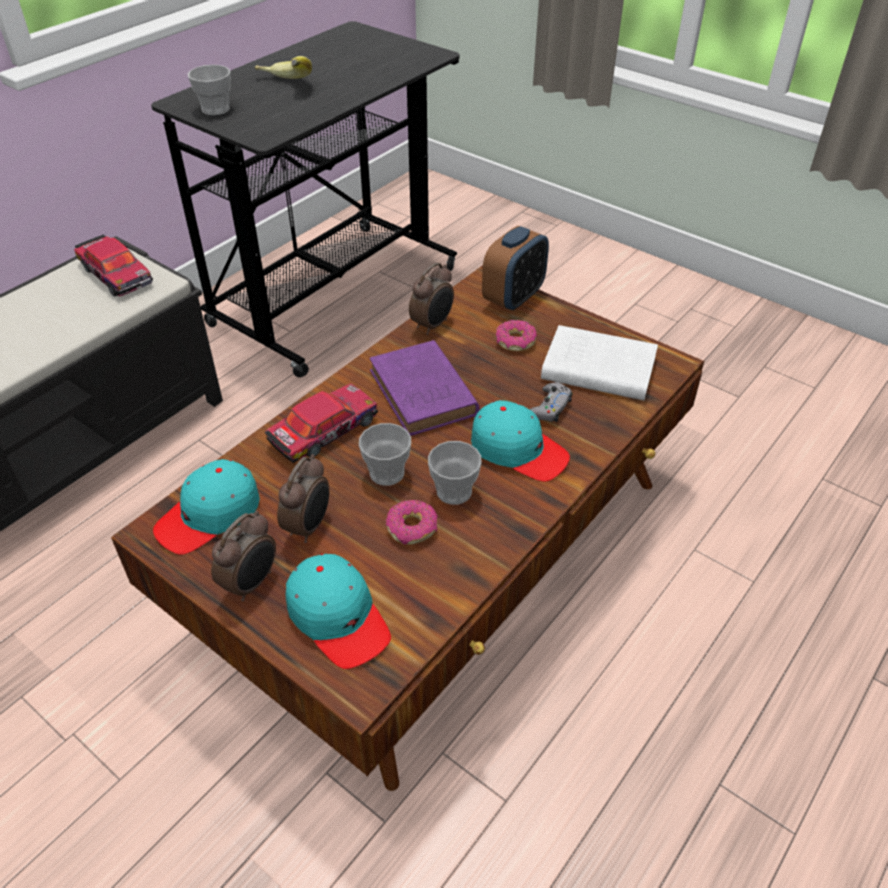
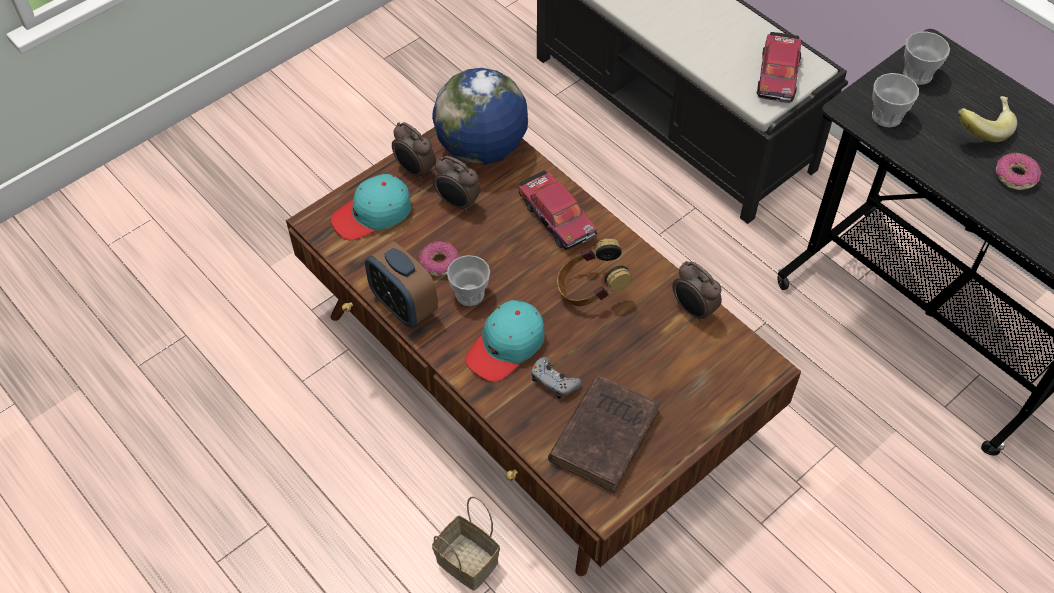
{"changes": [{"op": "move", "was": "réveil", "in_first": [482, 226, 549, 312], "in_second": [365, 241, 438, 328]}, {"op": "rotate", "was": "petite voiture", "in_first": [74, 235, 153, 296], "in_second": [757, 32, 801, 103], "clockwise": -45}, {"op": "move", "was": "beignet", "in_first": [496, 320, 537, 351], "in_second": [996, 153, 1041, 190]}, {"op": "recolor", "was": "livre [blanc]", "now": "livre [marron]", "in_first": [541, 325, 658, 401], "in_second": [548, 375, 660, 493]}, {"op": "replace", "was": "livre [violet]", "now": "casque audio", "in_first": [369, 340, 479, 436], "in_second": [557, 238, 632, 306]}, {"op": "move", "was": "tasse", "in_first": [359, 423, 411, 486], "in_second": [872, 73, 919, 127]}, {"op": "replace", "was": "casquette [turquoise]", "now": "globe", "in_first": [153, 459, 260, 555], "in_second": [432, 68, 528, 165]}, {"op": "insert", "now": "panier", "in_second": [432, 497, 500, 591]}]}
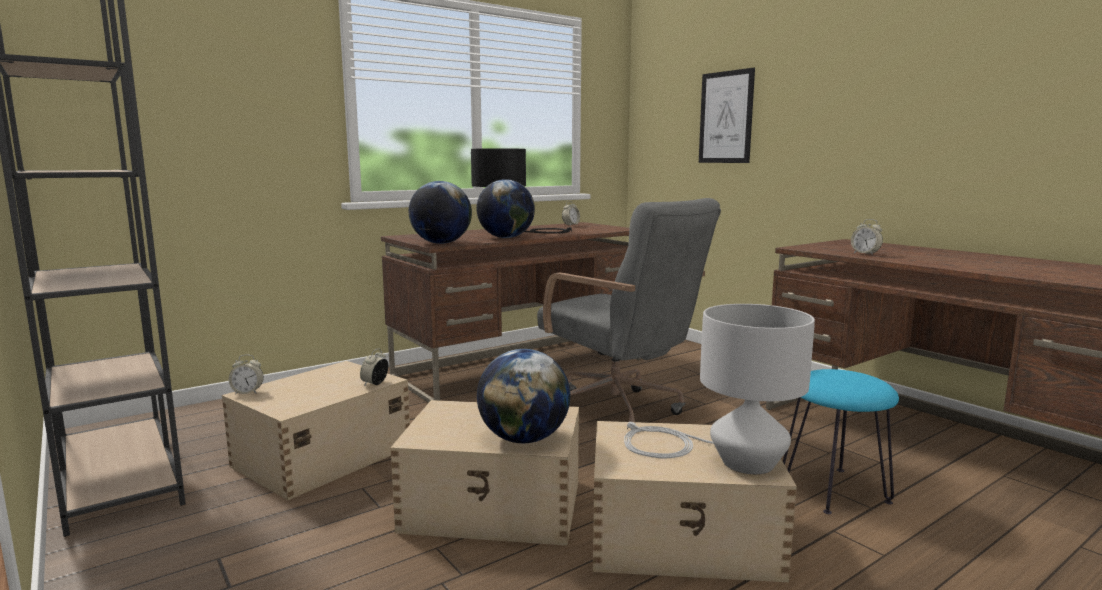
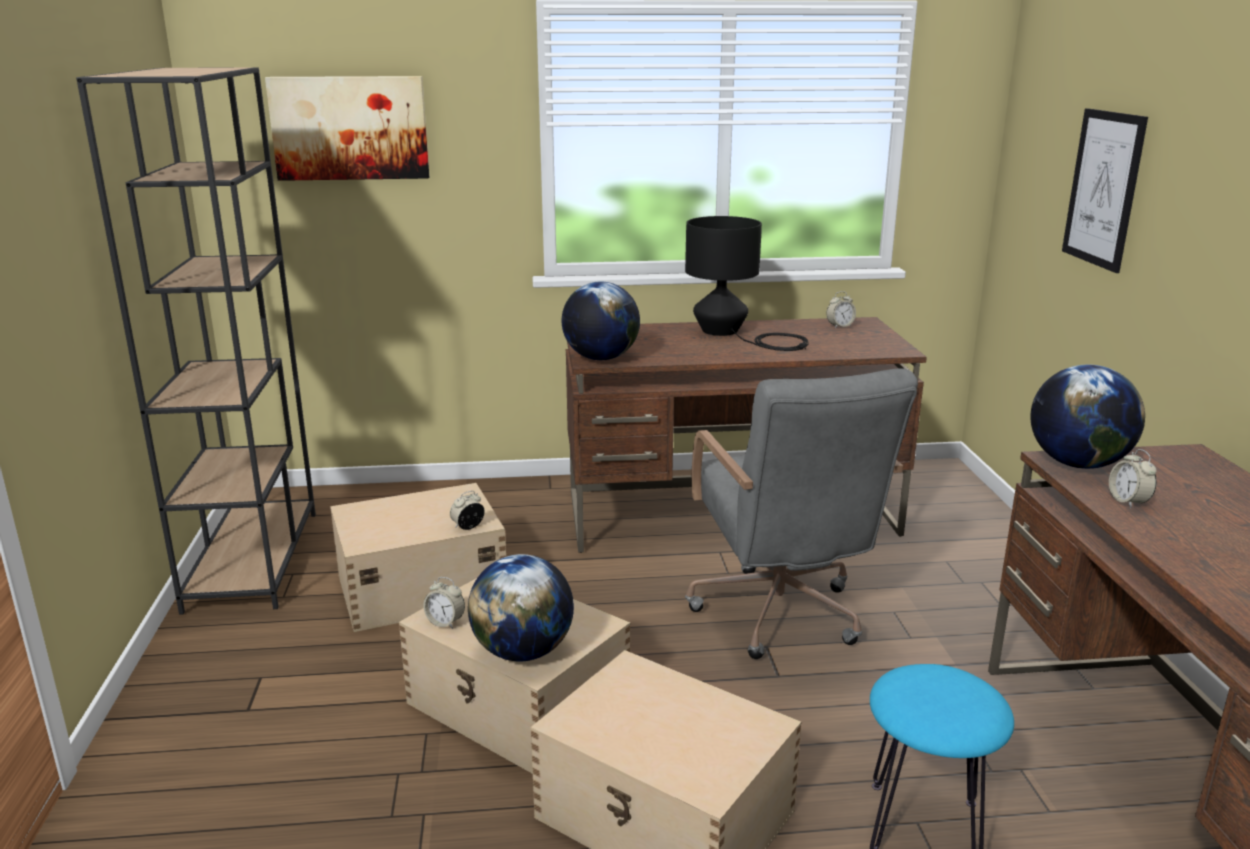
{"changes": [{"op": "move", "was": "globe", "in_first": [477, 179, 535, 238], "in_second": [1031, 364, 1145, 469]}, {"op": "delete", "was": "lampe de table [gris]", "in_first": [624, 304, 815, 474]}, {"op": "move", "was": "réveil", "in_first": [229, 355, 264, 395], "in_second": [423, 577, 465, 629]}, {"op": "insert", "now": "tableau", "in_second": [265, 76, 429, 181]}]}
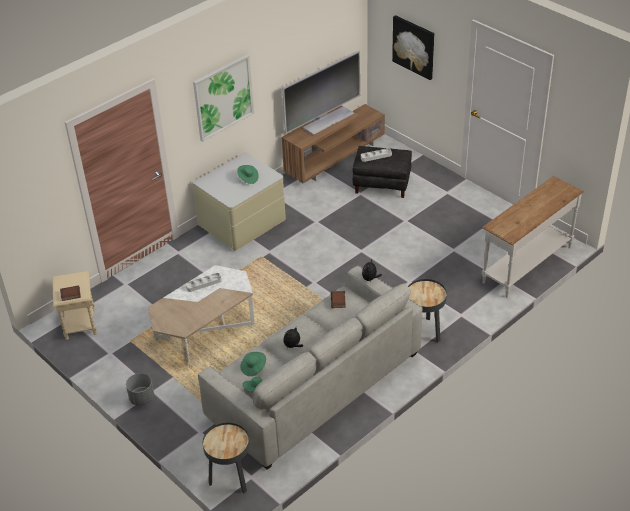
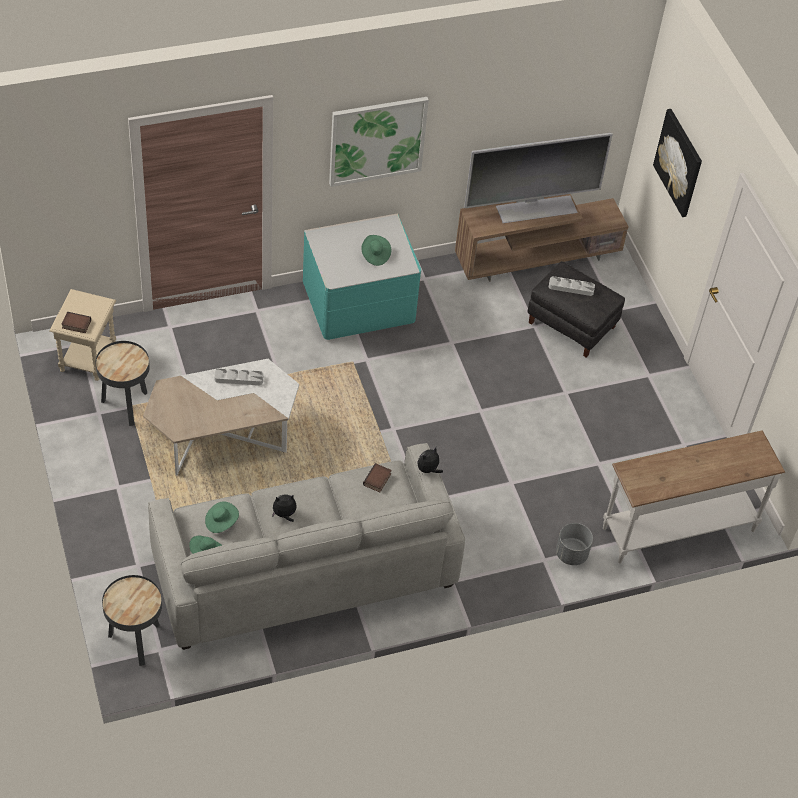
{"changes": [{"op": "recolor", "was": "table de chevet [beige]", "now": "table de chevet [turquoise]", "in_first": [192, 152, 286, 250], "in_second": [303, 213, 421, 340]}, {"op": "move", "was": "table d'appoint [noir]", "in_first": [408, 279, 447, 342], "in_second": [95, 341, 150, 426]}, {"op": "move", "was": "cache-pot [gris]", "in_first": [126, 373, 154, 406], "in_second": [556, 523, 593, 565]}]}
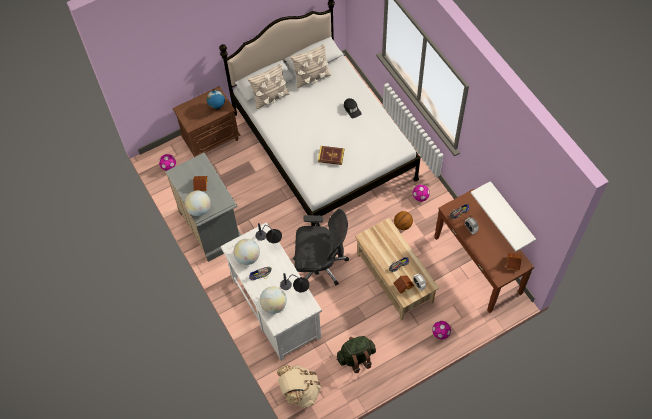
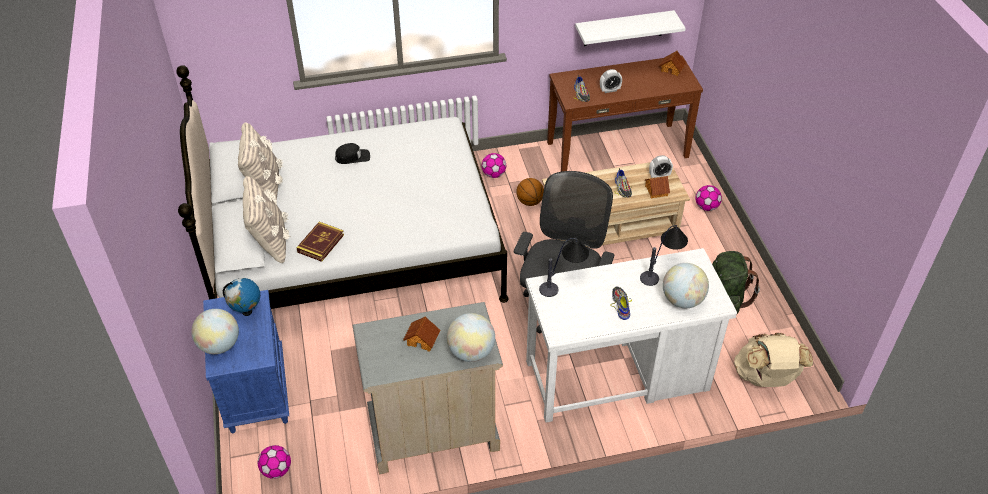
{"changes": [{"op": "recolor", "was": "table de chevet [marron]", "now": "table de chevet [bleu]", "in_first": [173, 86, 240, 157], "in_second": [203, 290, 289, 433]}, {"op": "move", "was": "livre", "in_first": [318, 146, 344, 165], "in_second": [296, 222, 344, 262]}, {"op": "move", "was": "globe", "in_first": [234, 239, 260, 265], "in_second": [191, 309, 239, 354]}]}
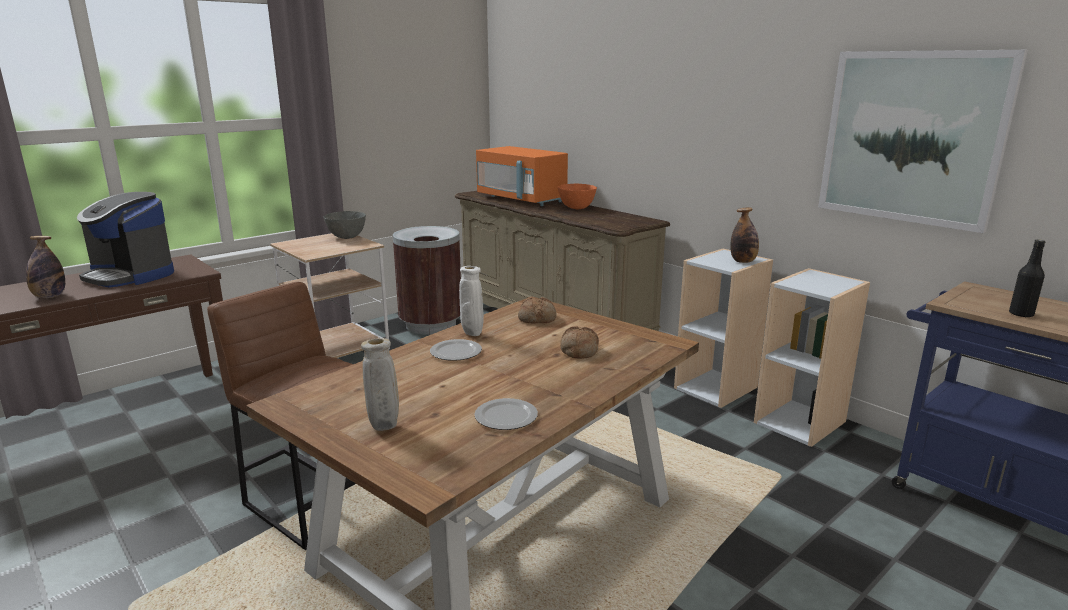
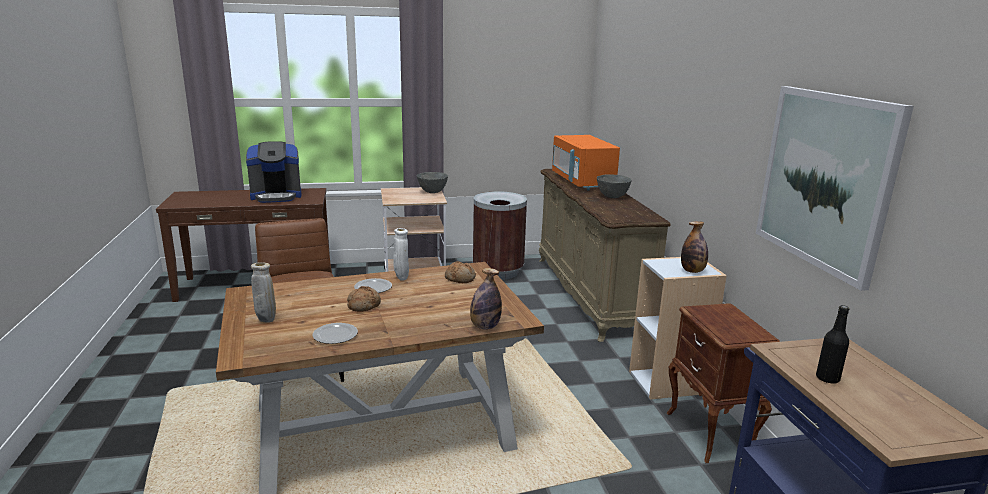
{"changes": [{"op": "recolor", "was": "bol [orange]", "now": "bol [gris]", "in_first": [557, 184, 597, 209], "in_second": [597, 174, 632, 198]}, {"op": "rotate", "was": "machine à café", "in_first": [77, 192, 174, 288], "in_second": [246, 141, 301, 203], "clockwise": -75}, {"op": "move", "was": "bouteille", "in_first": [26, 236, 65, 298], "in_second": [470, 268, 502, 330]}, {"op": "replace", "was": "bibliothèque", "now": "table de chevet [marron]", "in_first": [754, 268, 870, 447], "in_second": [667, 303, 780, 463]}, {"op": "move", "was": "pain", "in_first": [560, 326, 599, 359], "in_second": [347, 286, 381, 312]}]}
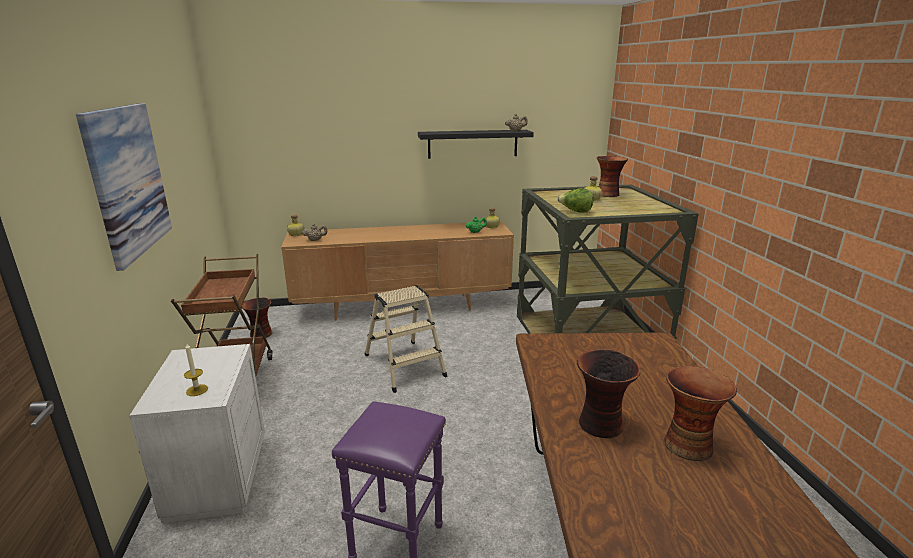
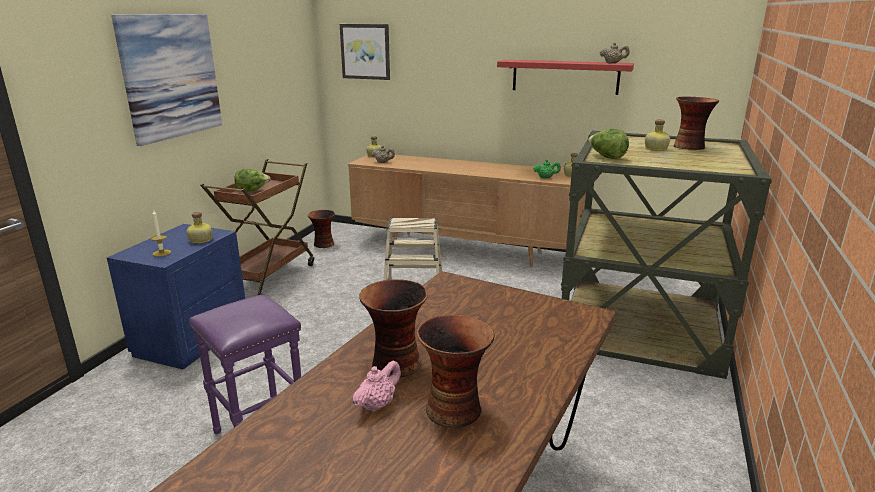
{"changes": [{"op": "recolor", "was": "étagère [noir]", "now": "étagère [rouge]", "in_first": [418, 130, 534, 159], "in_second": [497, 60, 634, 95]}, {"op": "recolor", "was": "table de chevet [blanc]", "now": "table de chevet [bleu]", "in_first": [129, 344, 265, 523], "in_second": [107, 224, 245, 370]}, {"op": "insert", "now": "tableau", "in_second": [340, 24, 390, 80]}, {"op": "insert", "now": "laitue", "in_second": [235, 169, 271, 192]}, {"op": "insert", "now": "bouteille", "in_second": [186, 212, 212, 244]}, {"op": "insert", "now": "théière [rose]", "in_second": [353, 361, 401, 412]}]}
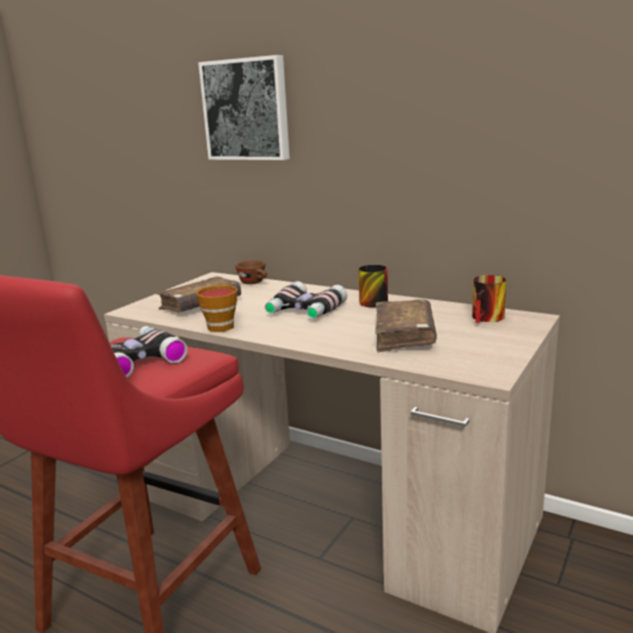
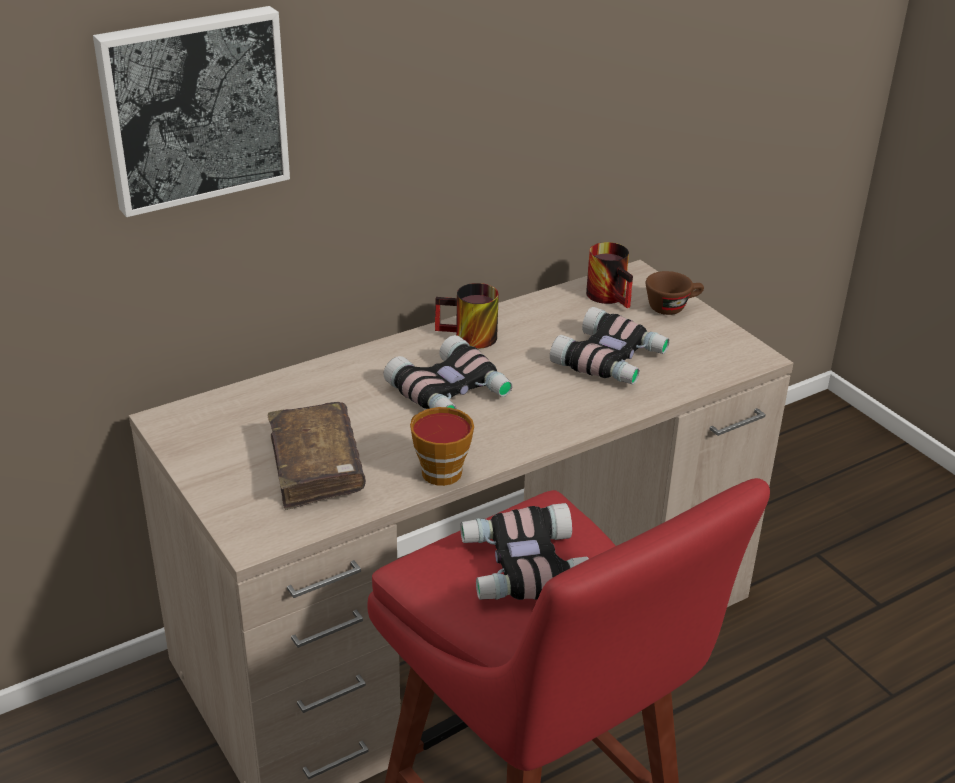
{"changes": [{"op": "move", "was": "tasse [marron]", "in_first": [235, 260, 267, 284], "in_second": [646, 271, 704, 315]}, {"op": "replace", "was": "livre [marron]", "now": "jumelles", "in_first": [375, 299, 437, 352], "in_second": [550, 307, 669, 384]}]}
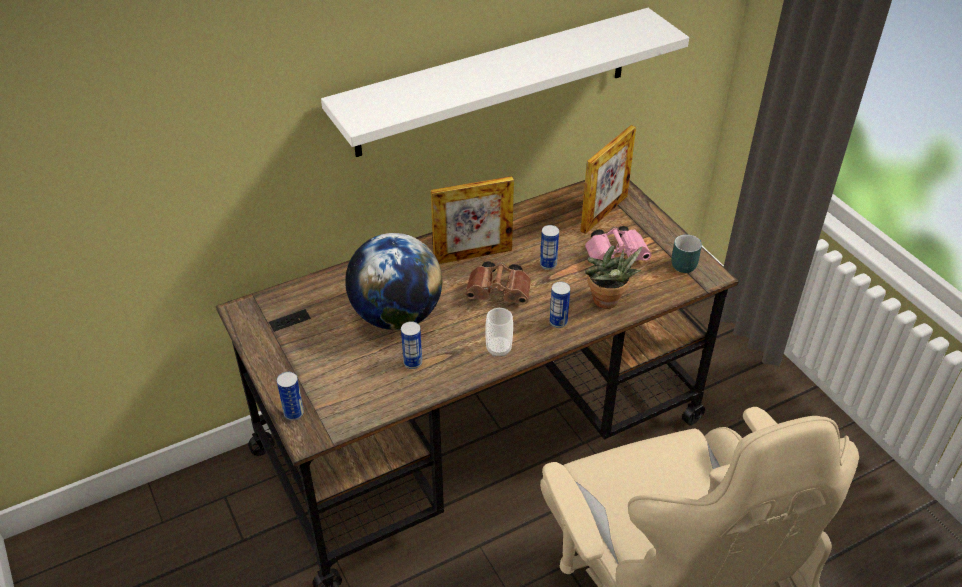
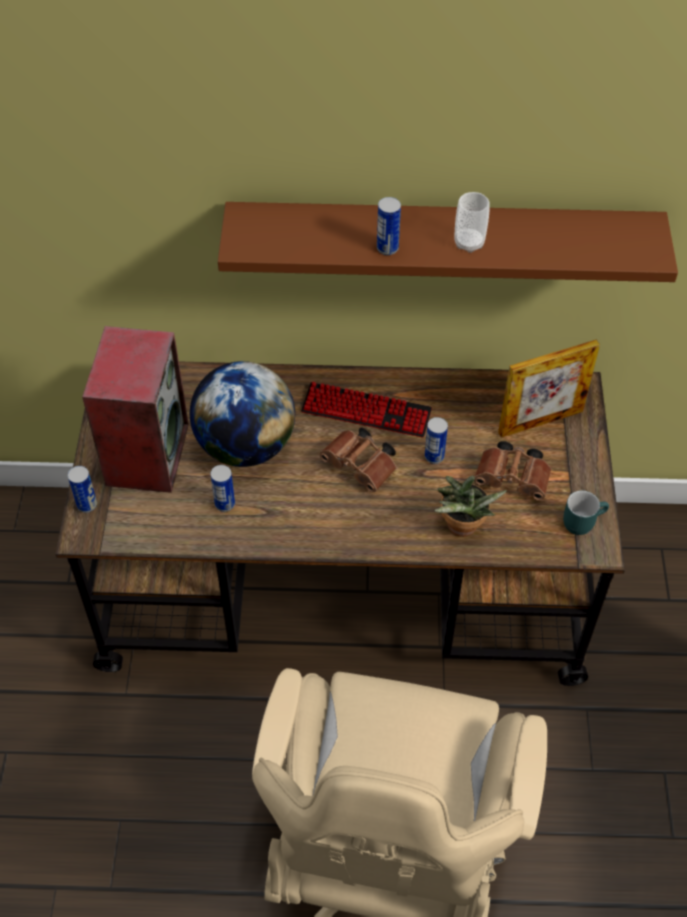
{"changes": [{"op": "recolor", "was": "étagère [blanc]", "now": "étagère [marron]", "in_first": [321, 8, 689, 157], "in_second": [218, 202, 678, 282]}, {"op": "replace", "was": "cadre photo", "now": "clavier", "in_first": [431, 176, 514, 264], "in_second": [301, 382, 432, 437]}, {"op": "recolor", "was": "jumelles [rose]", "now": "jumelles [marron]", "in_first": [585, 226, 652, 265], "in_second": [474, 441, 551, 500]}, {"op": "move", "was": "boîte métallique", "in_first": [549, 282, 570, 328], "in_second": [377, 197, 401, 255]}, {"op": "move", "was": "tasse", "in_first": [485, 308, 513, 357], "in_second": [455, 192, 490, 253]}, {"op": "insert", "now": "enceinte", "in_second": [82, 326, 189, 493]}]}
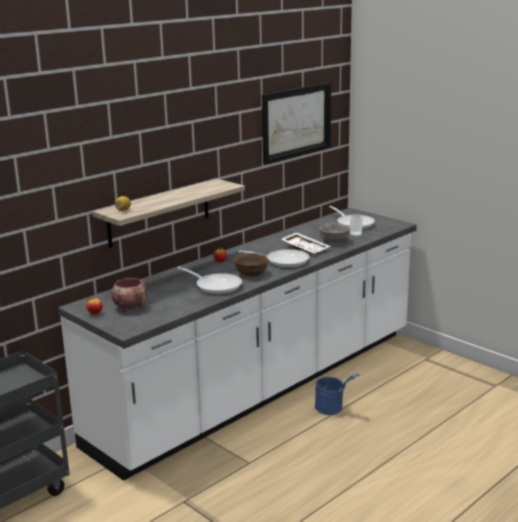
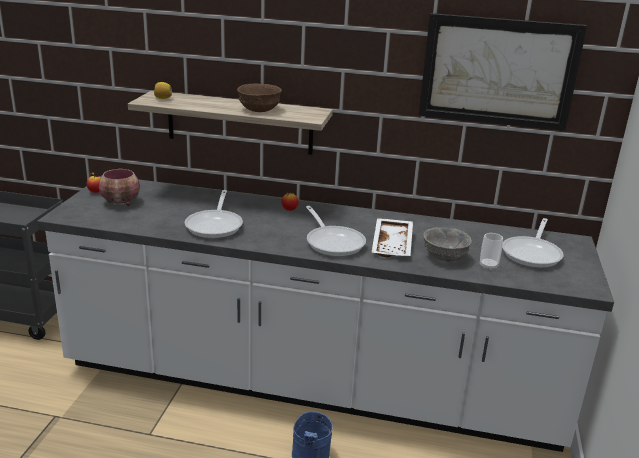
{"changes": [{"op": "move", "was": "bol [marron]", "in_first": [233, 253, 268, 277], "in_second": [237, 84, 282, 112]}]}
